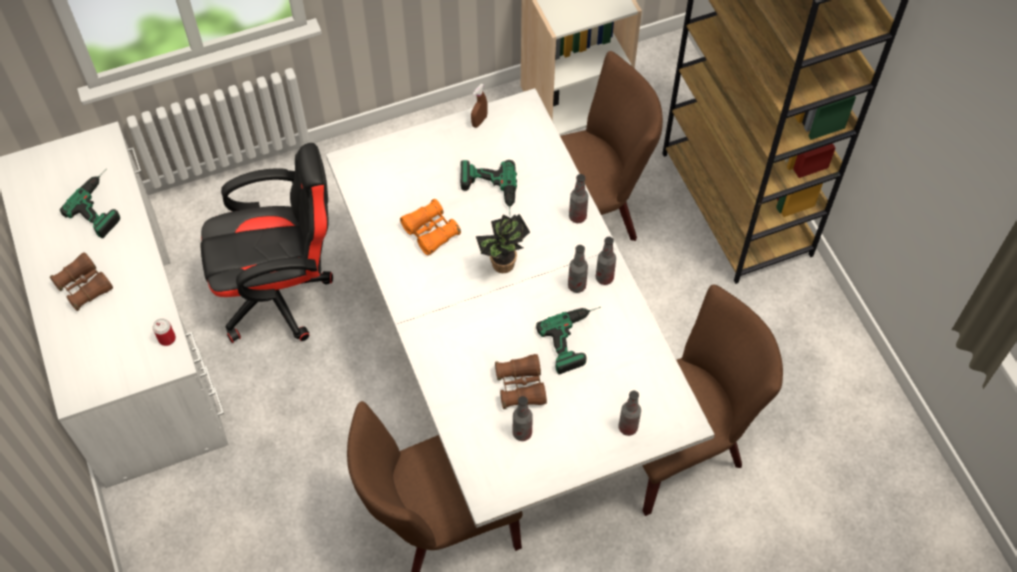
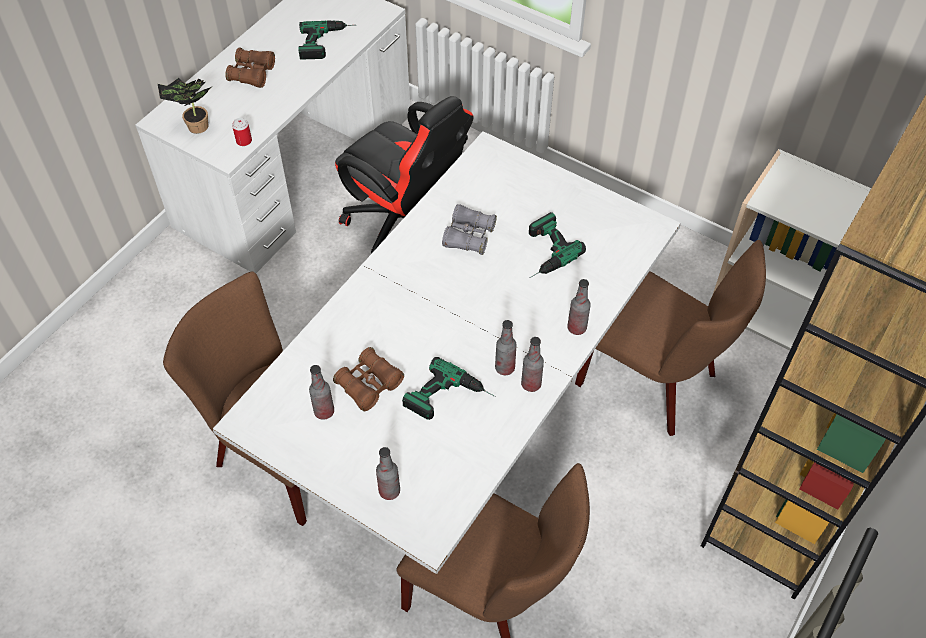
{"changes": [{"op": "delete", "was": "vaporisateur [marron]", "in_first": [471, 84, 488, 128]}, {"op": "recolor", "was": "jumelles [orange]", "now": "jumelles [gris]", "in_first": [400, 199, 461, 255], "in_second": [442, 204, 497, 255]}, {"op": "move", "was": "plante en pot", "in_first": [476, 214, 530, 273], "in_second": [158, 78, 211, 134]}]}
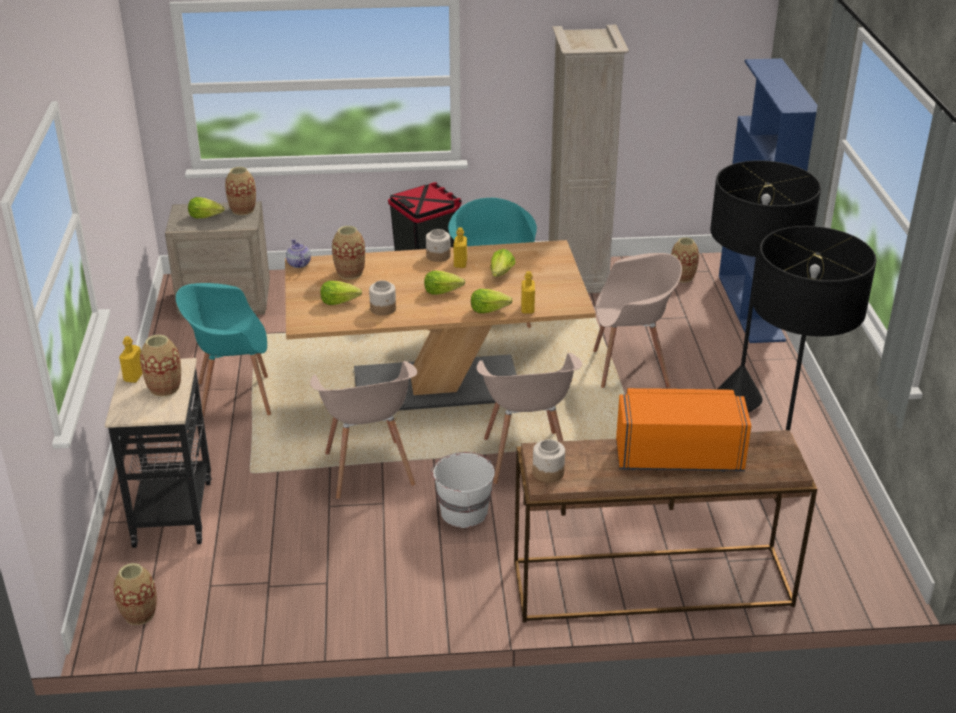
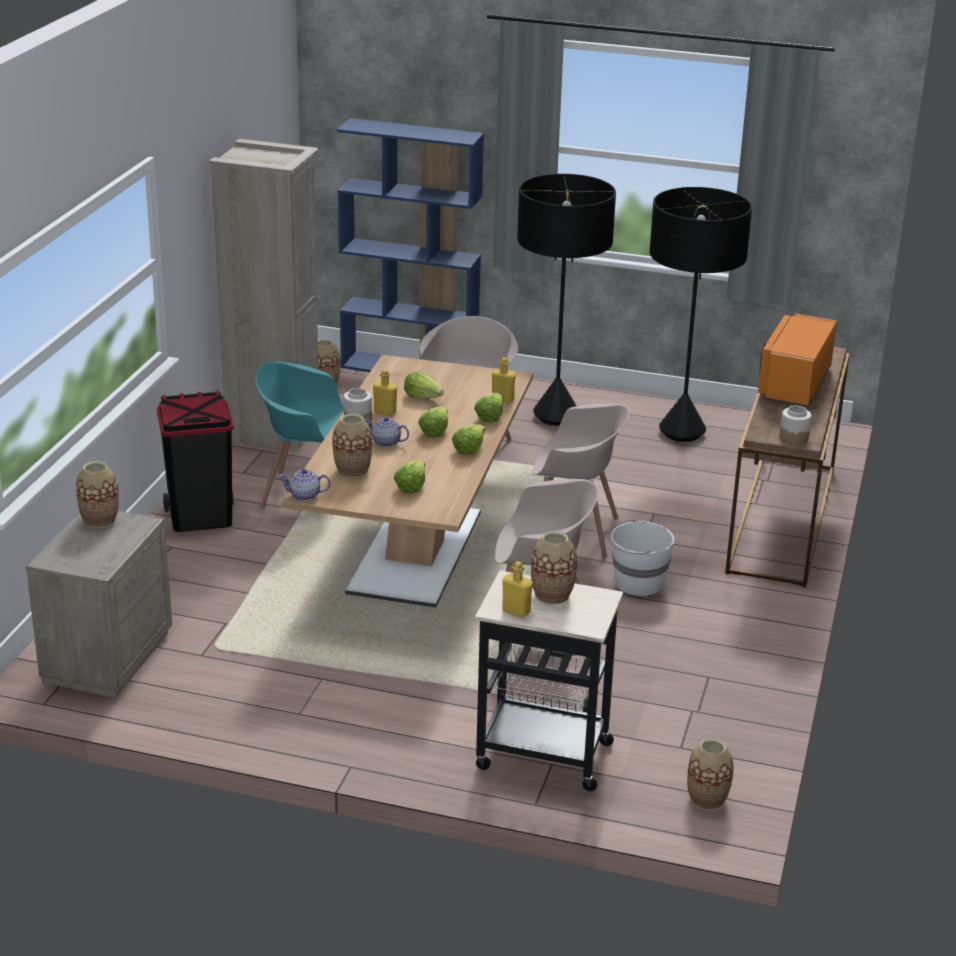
{"changes": [{"op": "move", "was": "laitue", "in_first": [188, 197, 224, 218], "in_second": [452, 424, 485, 455]}, {"op": "delete", "was": "bocal", "in_first": [369, 280, 396, 316]}, {"op": "delete", "was": "chaise [turquoise]", "in_first": [176, 283, 271, 419]}, {"op": "insert", "now": "théière", "in_second": [364, 417, 409, 447]}]}
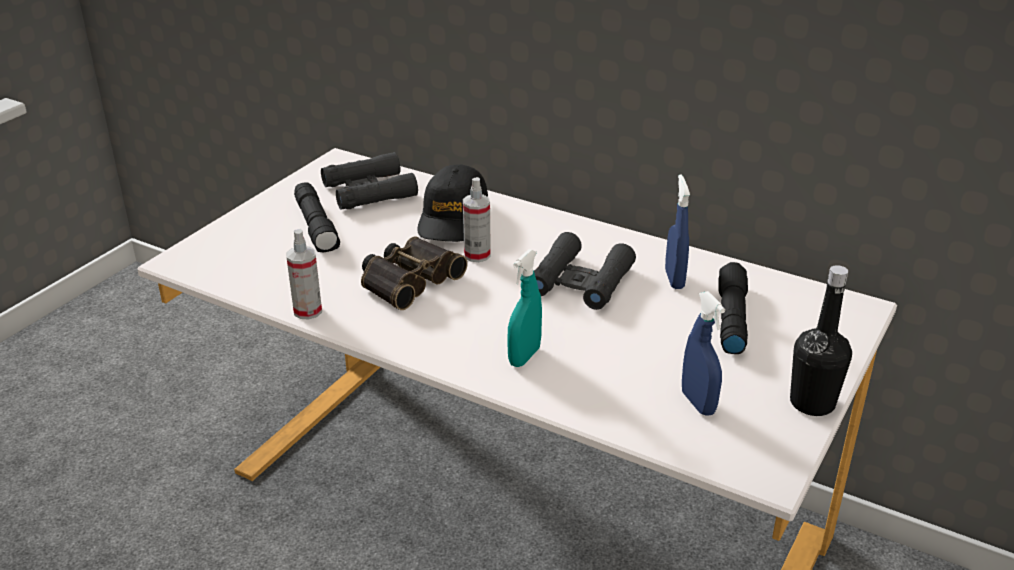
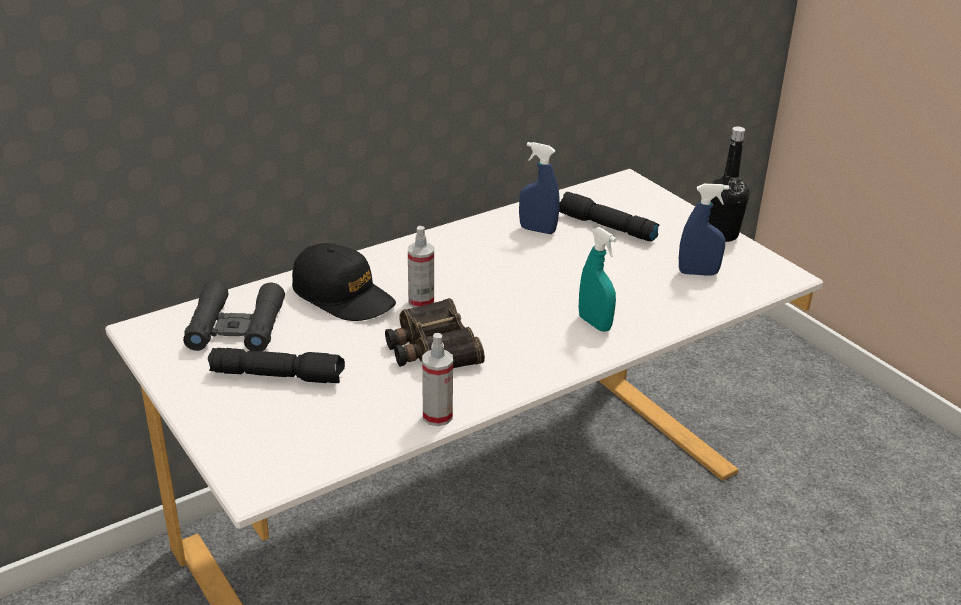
{"changes": [{"op": "delete", "was": "jumelles [noir]", "in_first": [534, 232, 636, 310]}]}
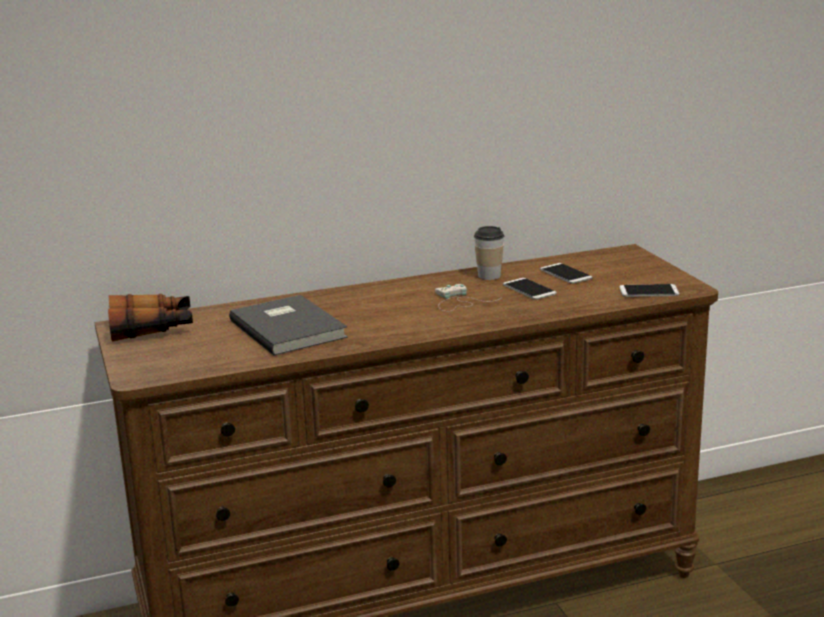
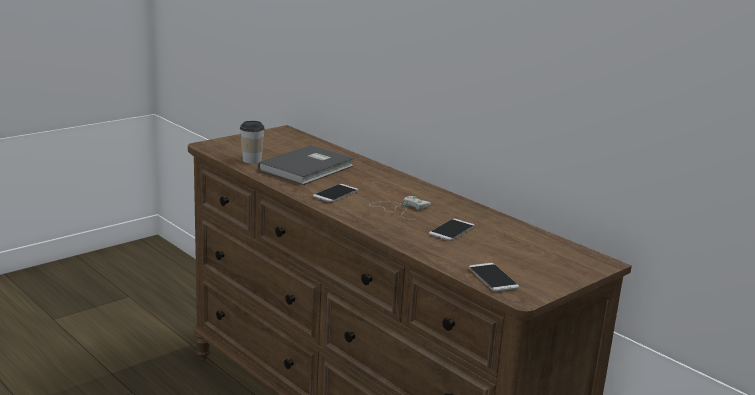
{"changes": [{"op": "move", "was": "tasse", "in_first": [474, 226, 504, 280], "in_second": [240, 121, 265, 164]}, {"op": "move", "was": "téléphone", "in_first": [540, 263, 592, 284], "in_second": [313, 184, 358, 202]}, {"op": "delete", "was": "jumelles", "in_first": [108, 294, 193, 342]}]}
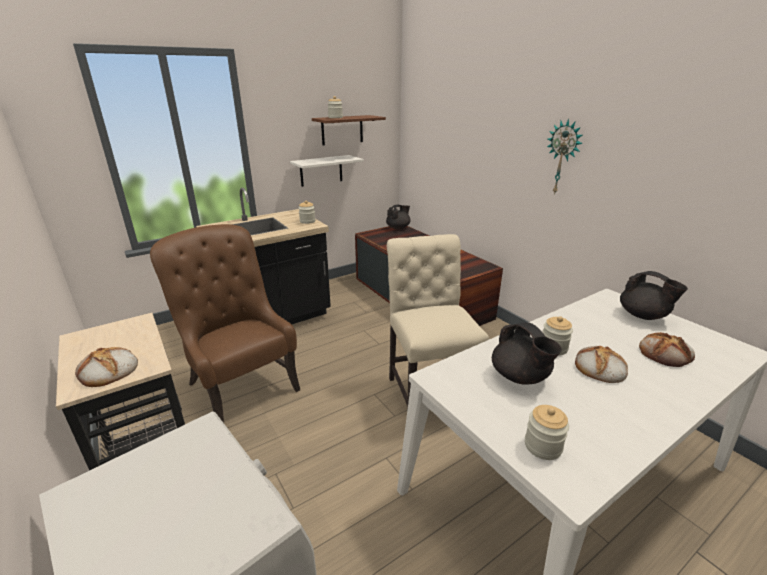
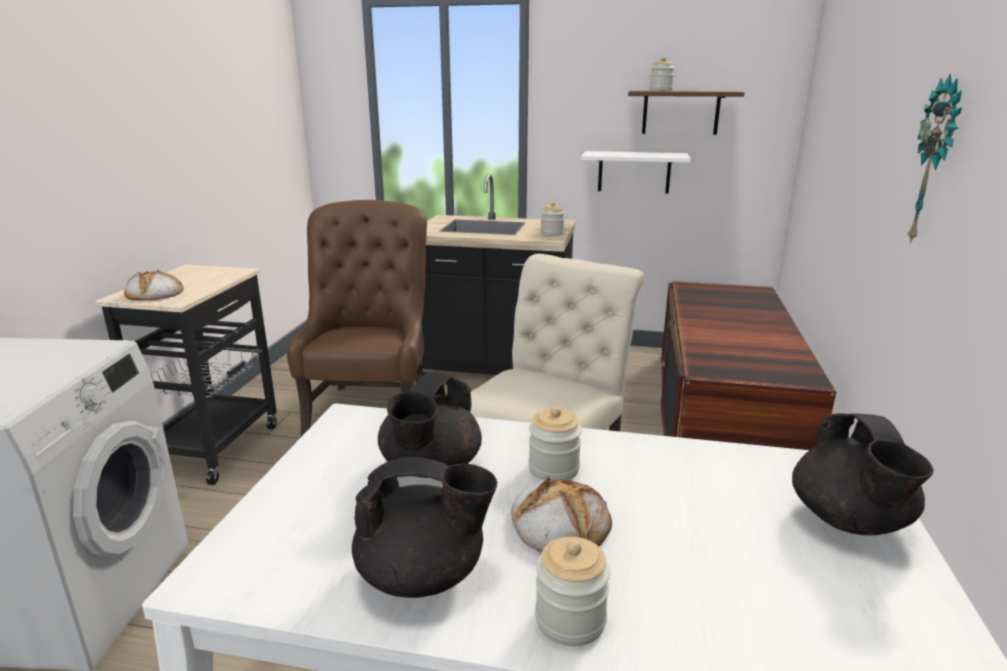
{"changes": [{"op": "move", "was": "théière [noir]", "in_first": [386, 205, 411, 229], "in_second": [352, 457, 497, 598]}, {"op": "delete", "was": "pain", "in_first": [639, 332, 695, 367]}, {"op": "move", "was": "bocal", "in_first": [525, 405, 569, 460], "in_second": [535, 537, 610, 647]}]}
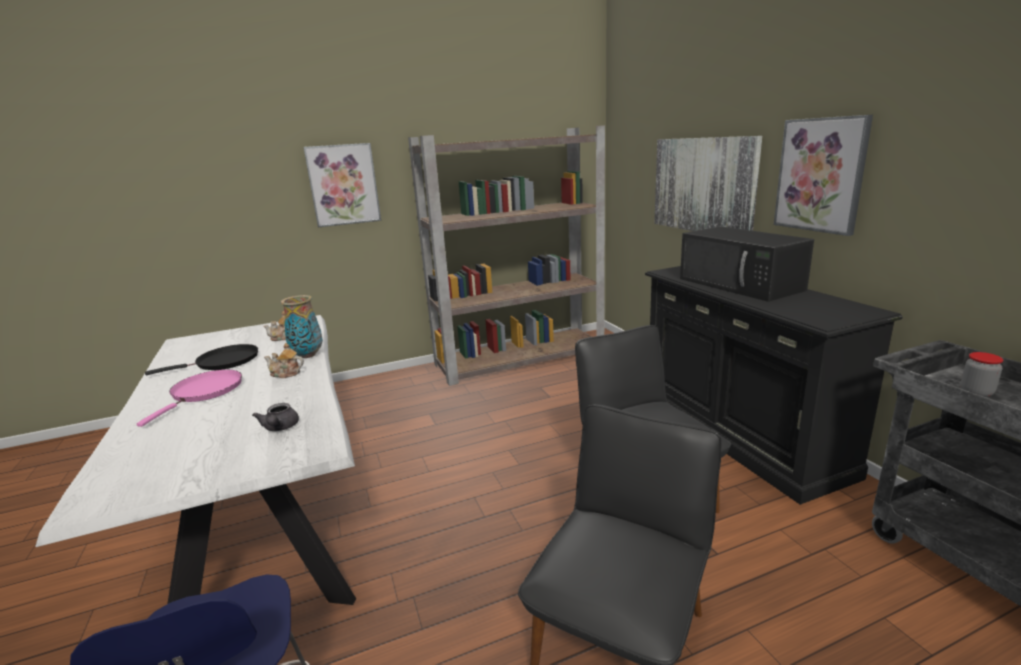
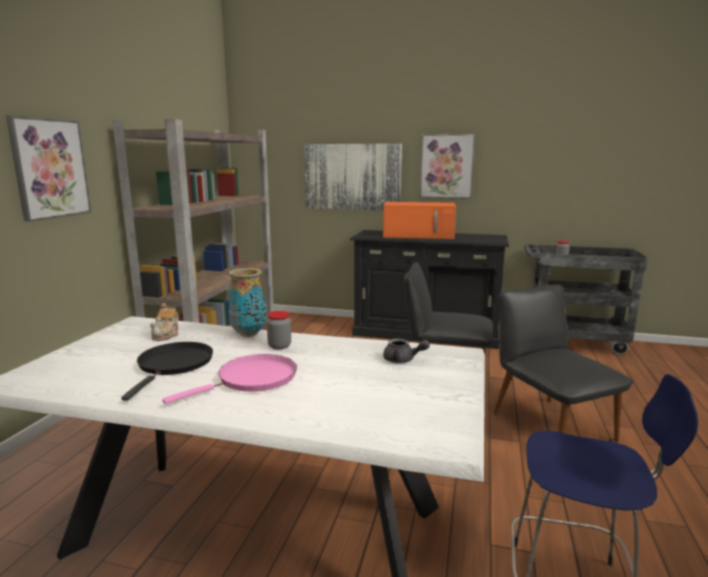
{"changes": [{"op": "recolor", "was": "micro-ondes [noir]", "now": "micro-ondes [orange]", "in_first": [680, 226, 814, 302], "in_second": [383, 202, 456, 239]}, {"op": "replace", "was": "théière", "now": "bocal", "in_first": [264, 343, 304, 378], "in_second": [267, 311, 291, 349]}, {"op": "rotate", "was": "poêle [rose]", "in_first": [137, 370, 242, 427], "in_second": [162, 354, 297, 404], "clockwise": 90}]}
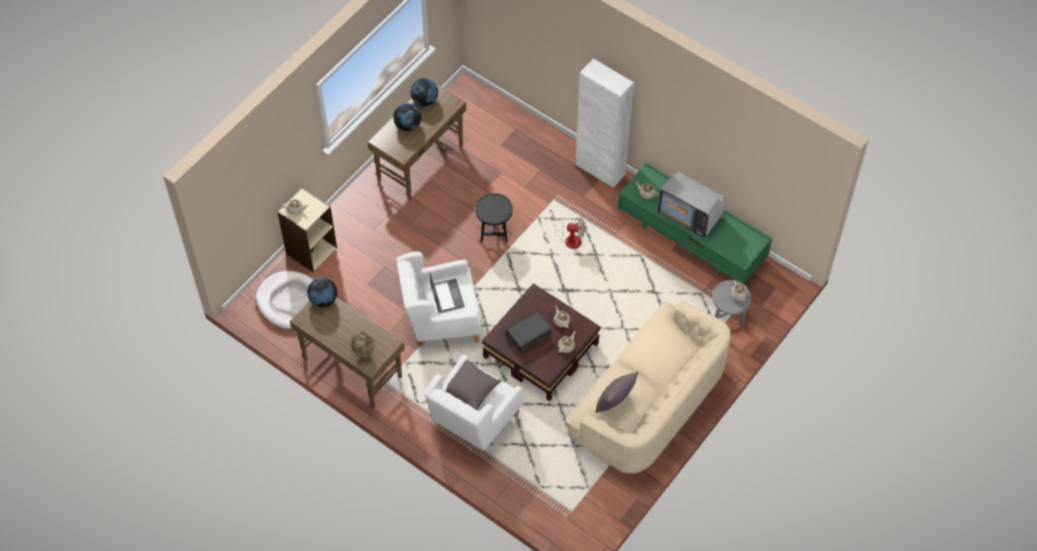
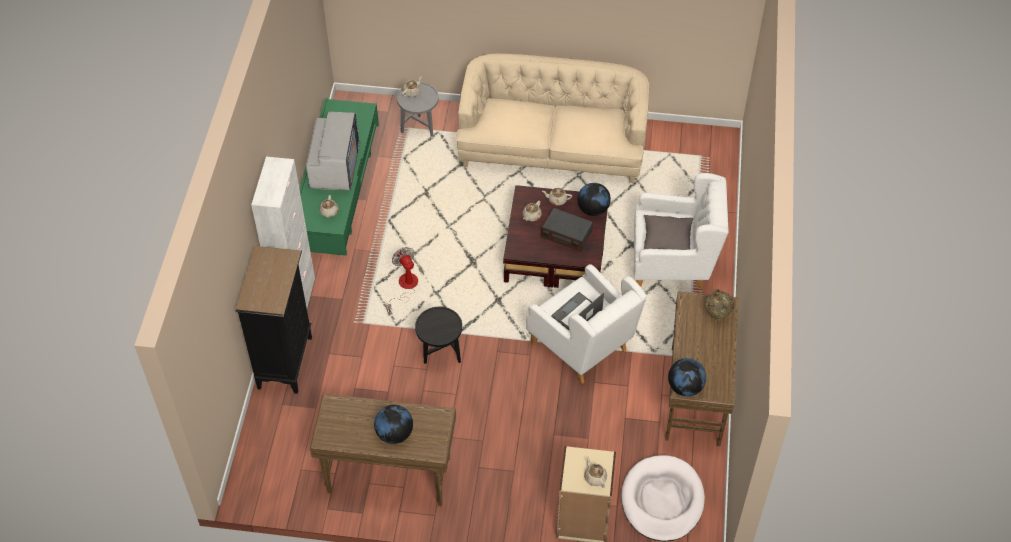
{"changes": [{"op": "move", "was": "globe", "in_first": [411, 78, 438, 106], "in_second": [577, 183, 611, 216]}, {"op": "delete", "was": "coussin [gris]", "in_first": [595, 372, 639, 413]}, {"op": "insert", "now": "commode [noir]", "in_second": [236, 246, 312, 394]}]}
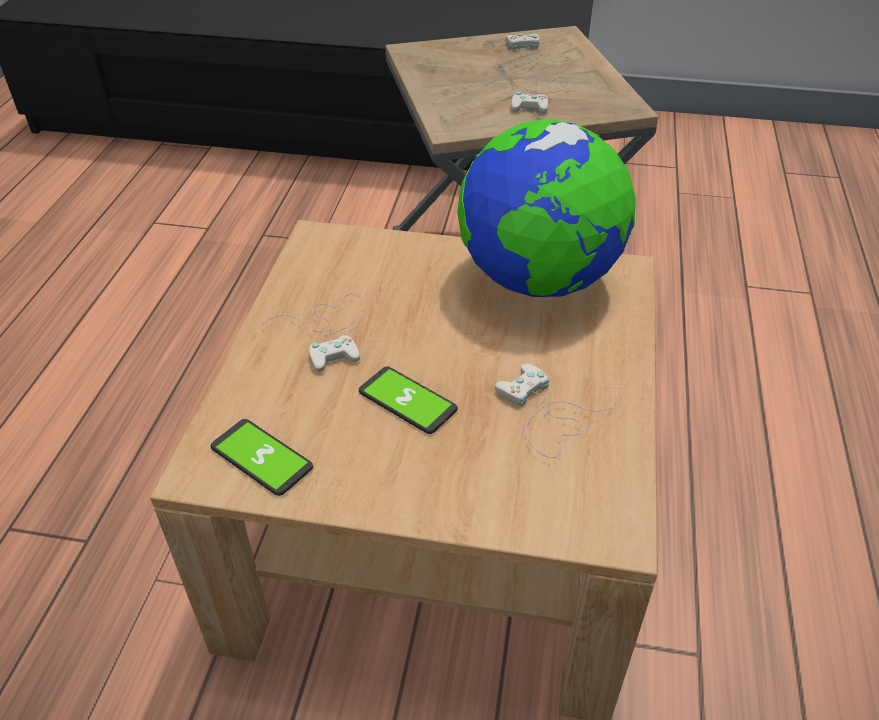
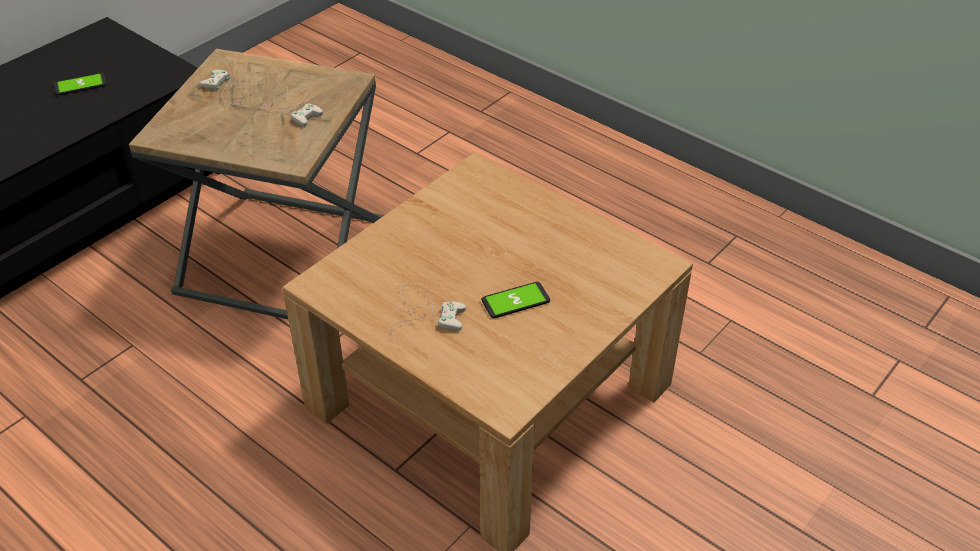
{"changes": [{"op": "delete", "was": "globe", "in_first": [457, 119, 636, 297]}, {"op": "delete", "was": "manette [blanc]", "in_first": [495, 364, 617, 458]}, {"op": "move", "was": "téléphone", "in_first": [211, 419, 313, 496], "in_second": [54, 73, 107, 95]}]}
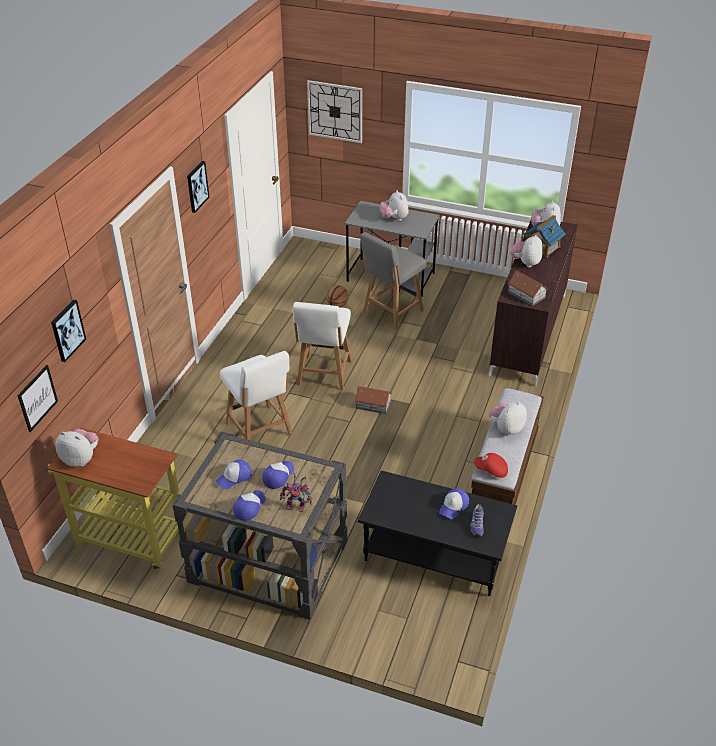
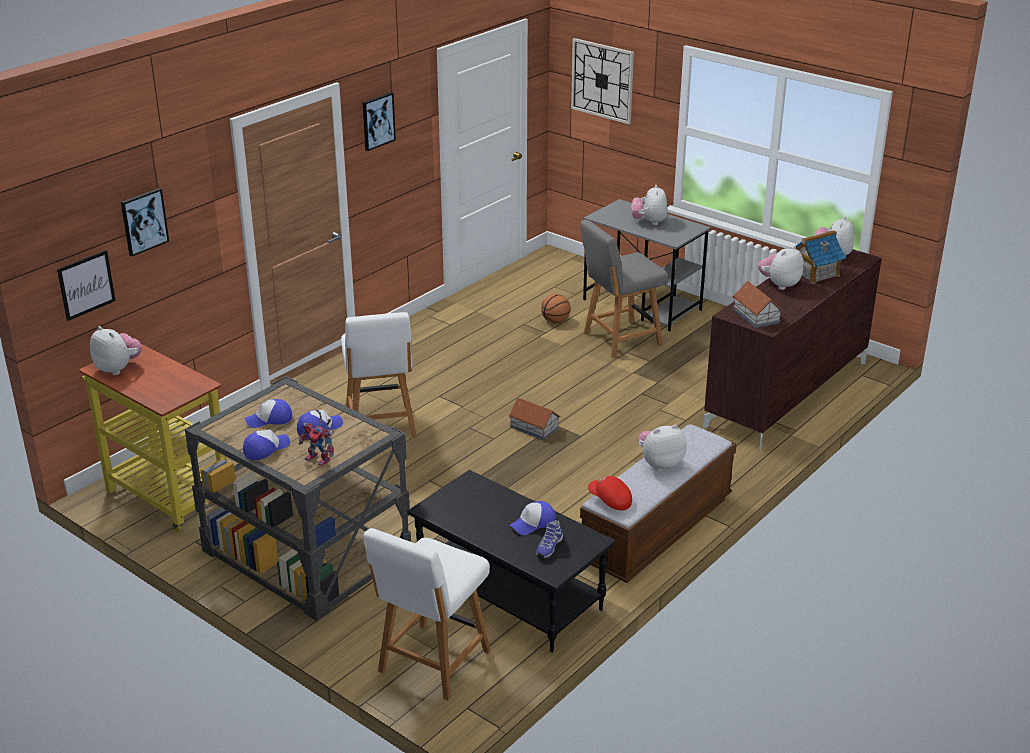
{"changes": [{"op": "move", "was": "chaise [blanc]", "in_first": [293, 302, 352, 390], "in_second": [364, 528, 491, 701]}]}
